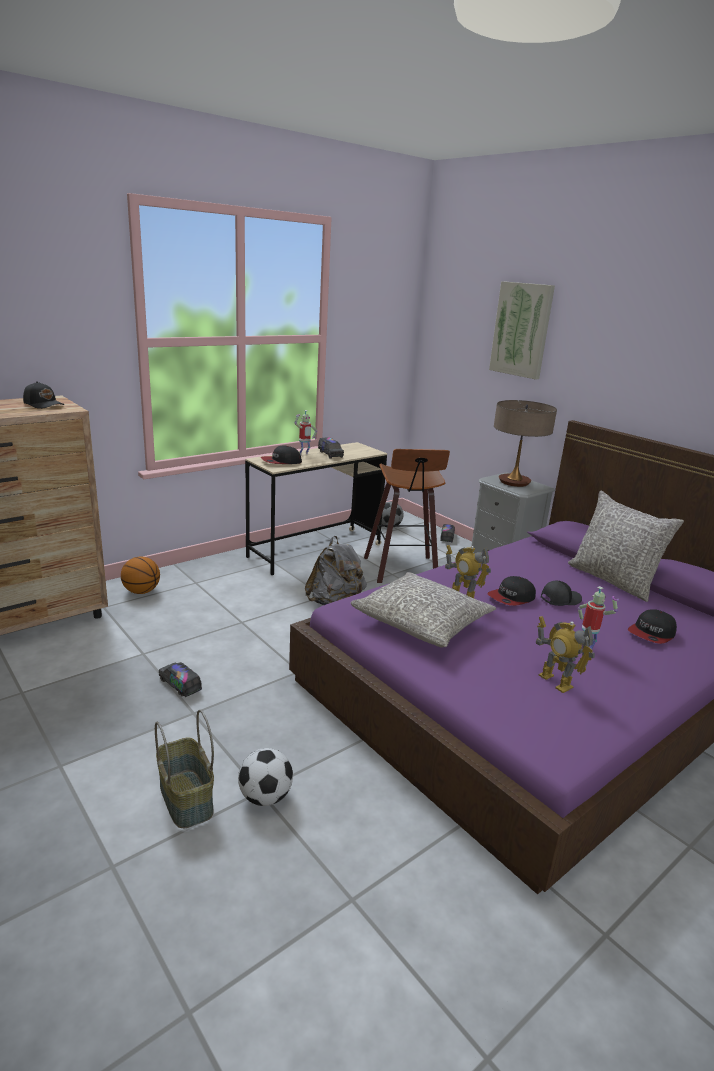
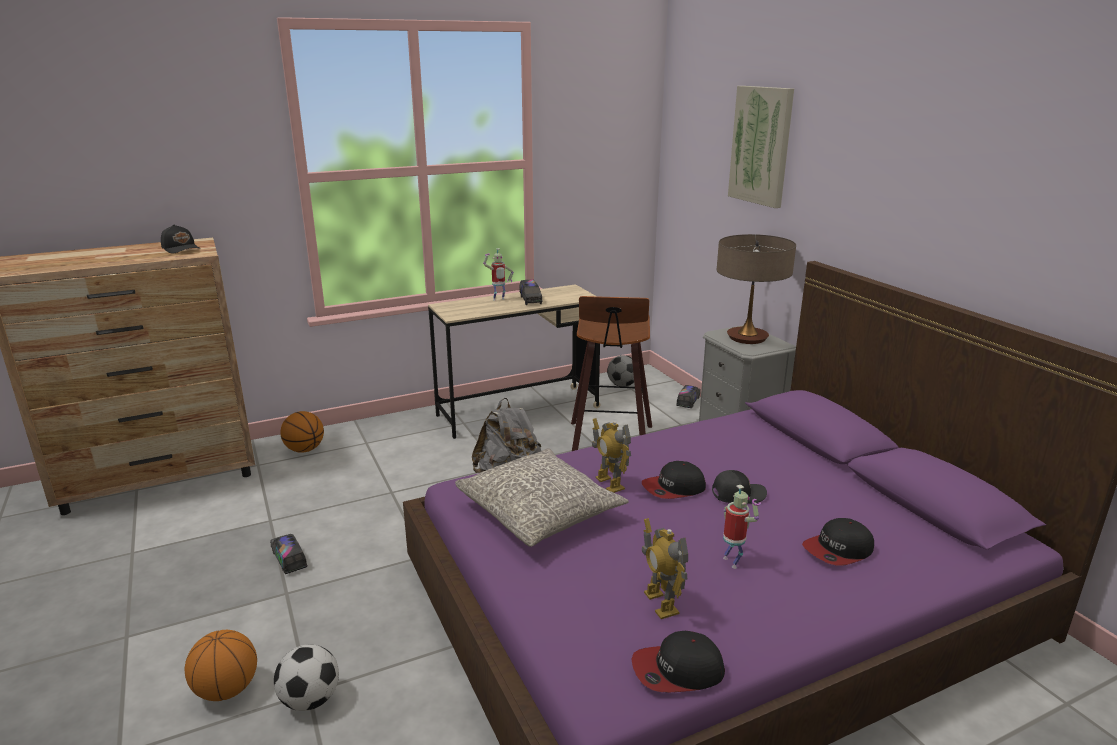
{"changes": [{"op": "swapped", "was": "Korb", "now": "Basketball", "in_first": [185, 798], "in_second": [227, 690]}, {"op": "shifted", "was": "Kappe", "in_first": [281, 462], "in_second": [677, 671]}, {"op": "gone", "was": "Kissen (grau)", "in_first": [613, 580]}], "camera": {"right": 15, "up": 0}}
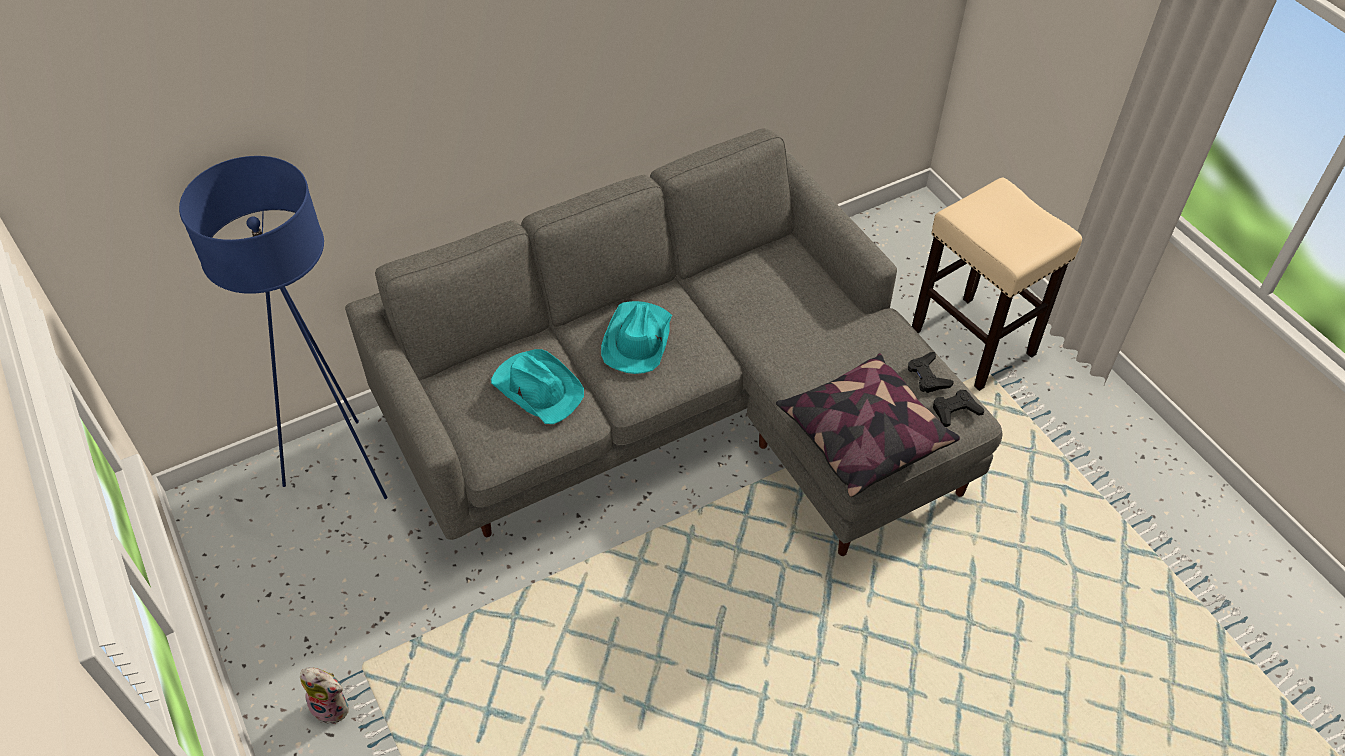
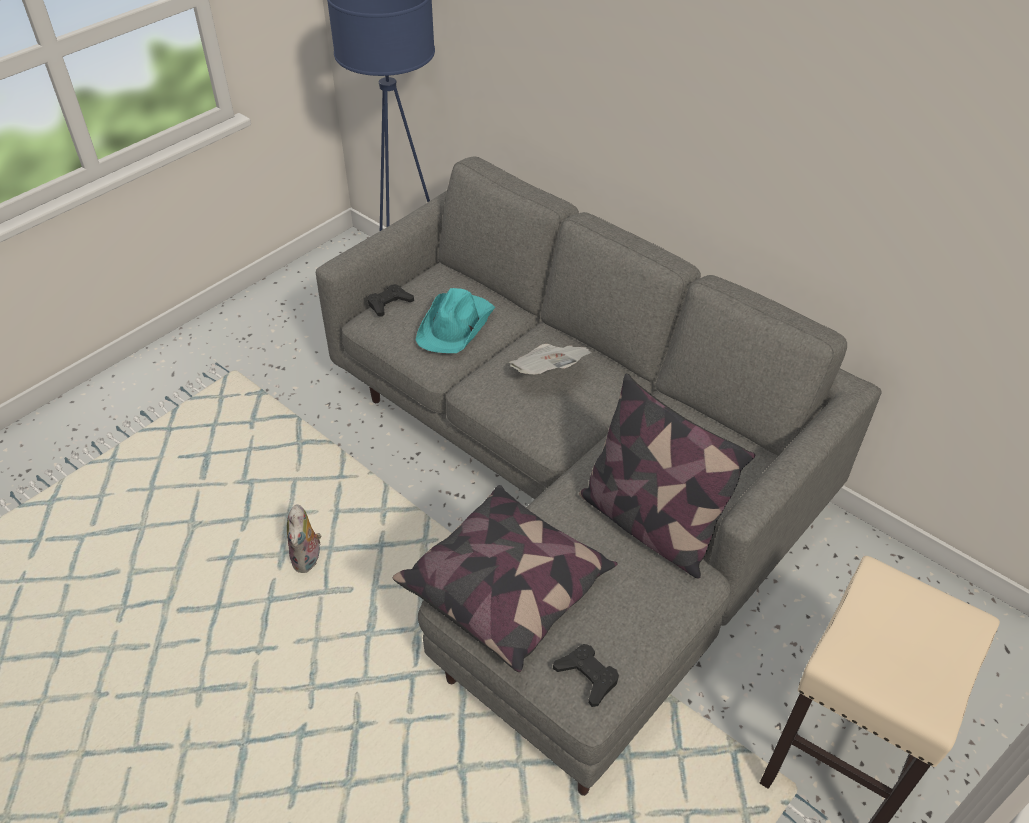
{"changes": [{"op": "shifted", "was": "Plüschtier", "in_first": [333, 706], "in_second": [308, 559]}, {"op": "shifted", "was": "Gamepad (schwarz)", "in_first": [927, 376], "in_second": [389, 303]}, {"op": "swapped", "was": "Hut (türkis)", "now": "Zeitung", "in_first": [637, 340], "in_second": [548, 373]}, {"op": "new", "now": "Kissen", "in_second": [649, 524]}], "camera": {"right": 70, "up": -5}}
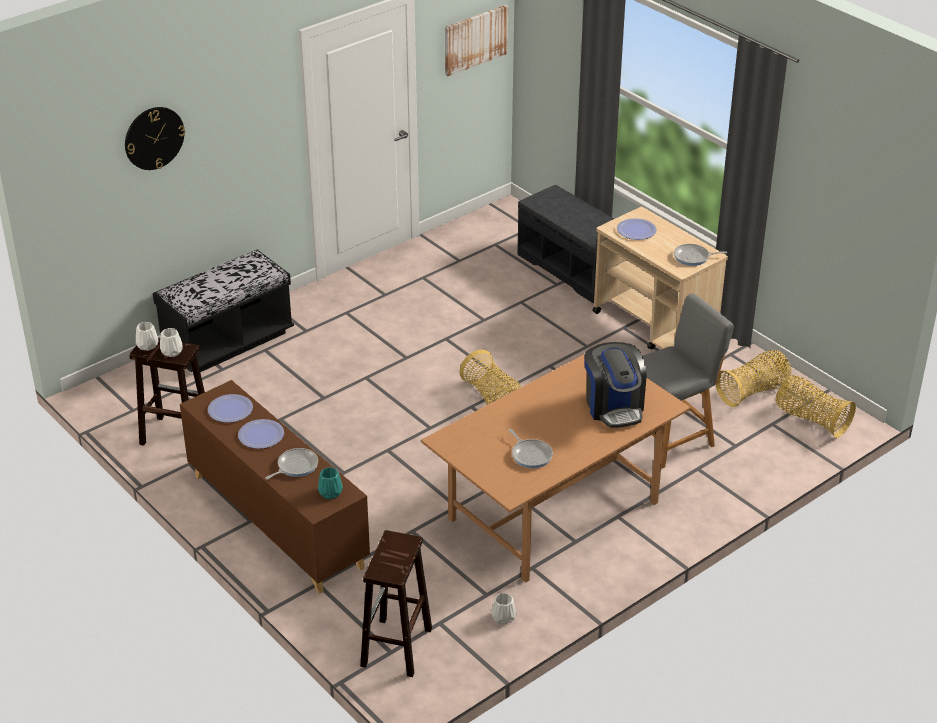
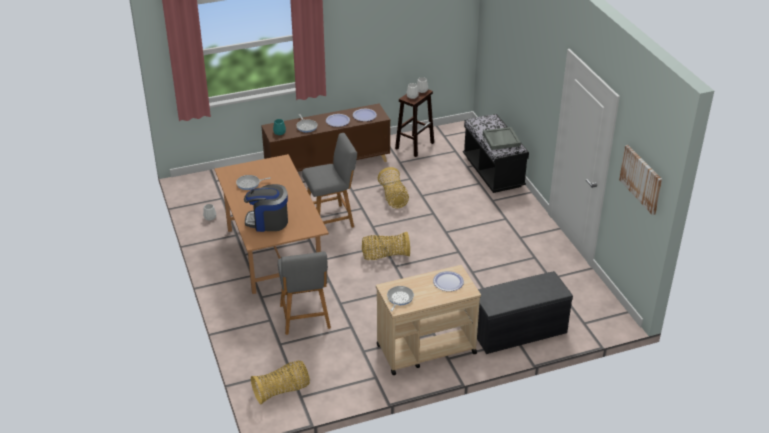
{"changes": [{"op": "new", "now": "Stuhl (grau)", "in_second": [331, 219]}, {"op": "shifted", "was": "Korb", "in_first": [753, 392], "in_second": [393, 198]}, {"op": "new", "now": "Tablett (grau)", "in_second": [501, 140]}, {"op": "gone", "was": "Wanduhr", "in_first": [154, 138]}, {"op": "gone", "was": "Hocker (braun)", "in_first": [396, 648]}], "camera": {"right": 110, "up": 0}}
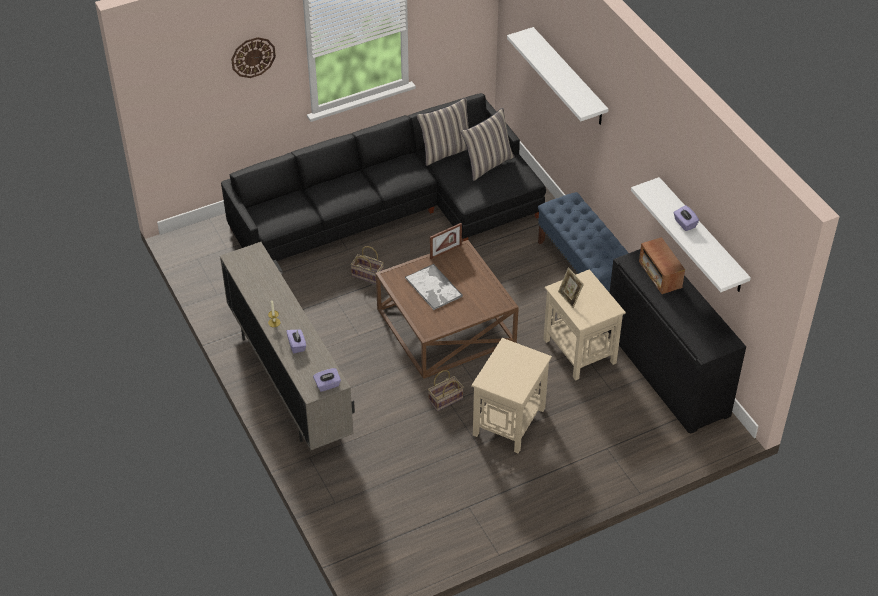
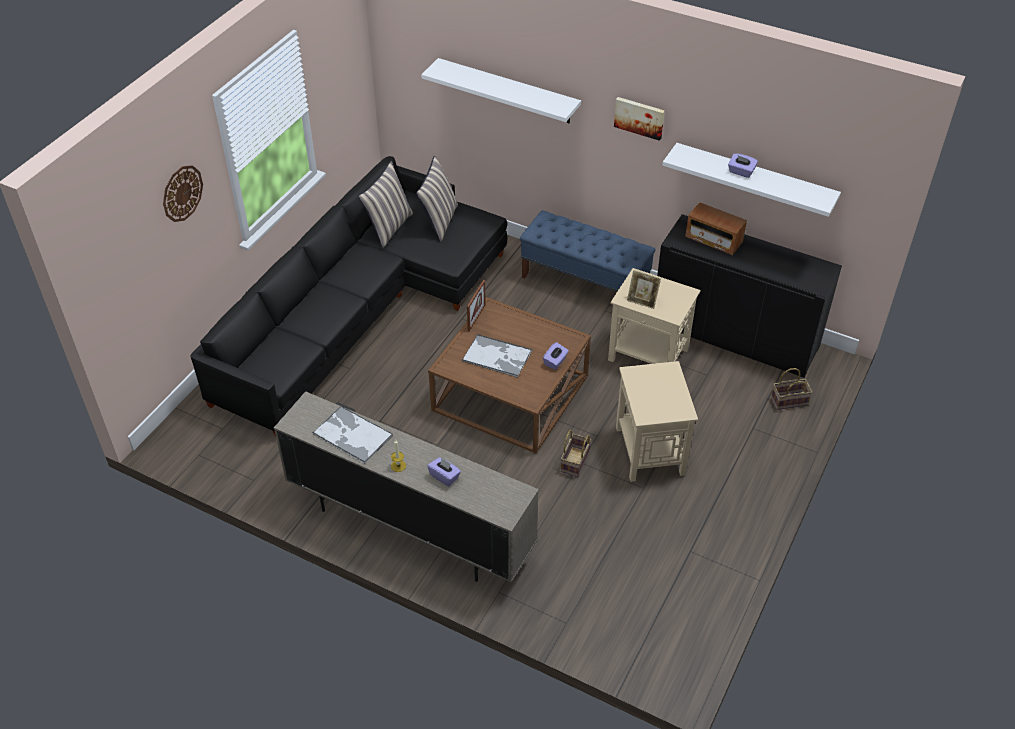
{"changes": [{"op": "new", "now": "Tablett", "in_second": [352, 435]}, {"op": "shifted", "was": "Taschentuchbox (lila)", "in_first": [327, 385], "in_second": [555, 362]}, {"op": "new", "now": "Bild", "in_second": [639, 117]}, {"op": "shifted", "was": "Korb", "in_first": [368, 275], "in_second": [789, 400]}], "camera": {"right": -35, "up": 0}}
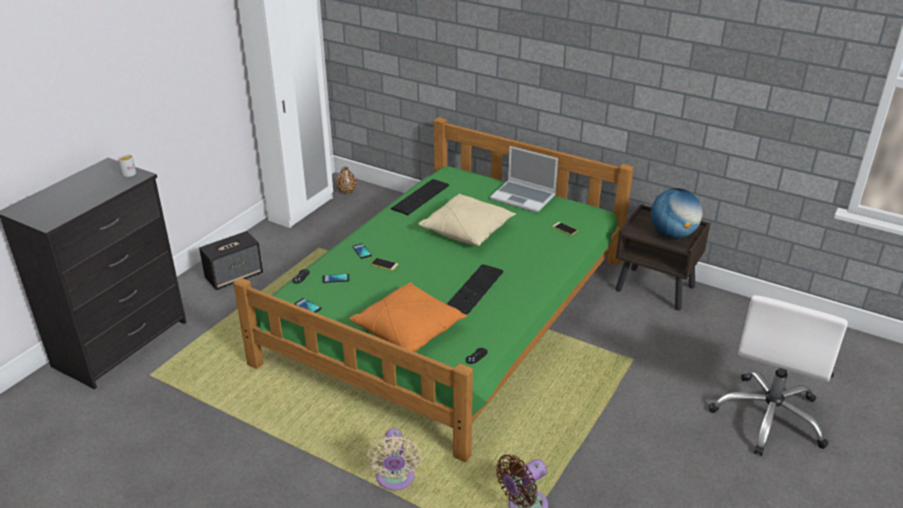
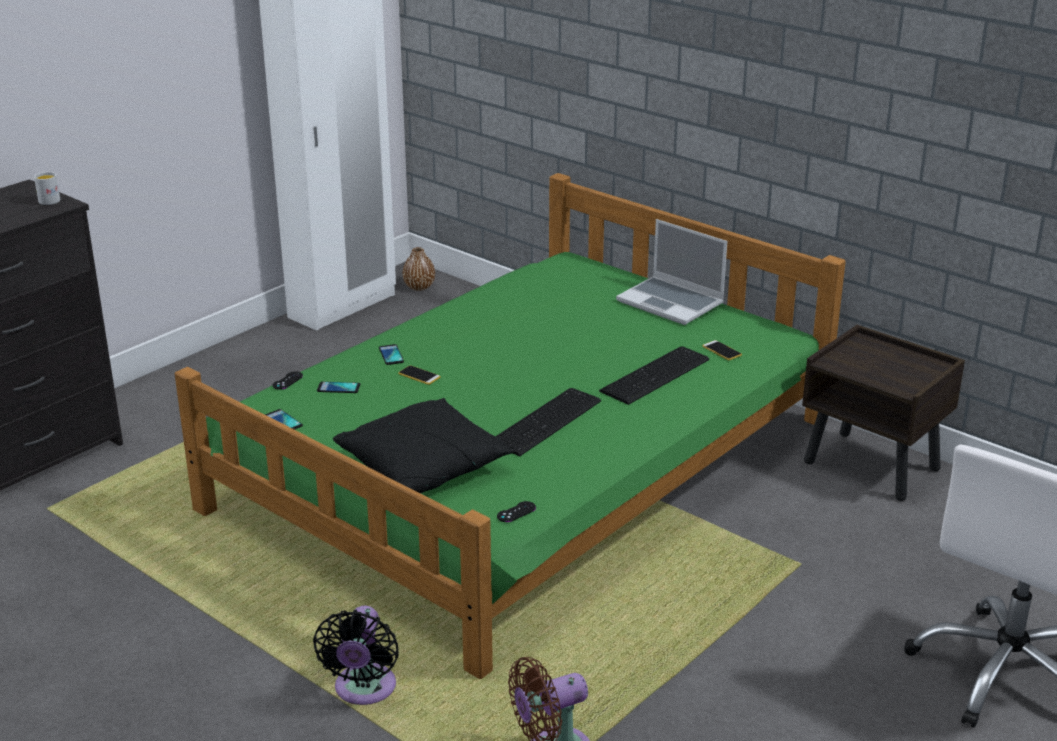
{"changes": [{"op": "repainted", "was": "Ventilator (beige)", "now": "Ventilator (schwarz)", "in_first": [395, 480], "in_second": [363, 691]}, {"op": "repainted", "was": "Kissen (orange)", "now": "Kissen (schwarz)", "in_first": [409, 330], "in_second": [424, 466]}, {"op": "shifted", "was": "Tastatur", "in_first": [422, 197], "in_second": [658, 375]}, {"op": "gone", "was": "Lautsprecher", "in_first": [234, 276]}, {"op": "gone", "was": "Kissen (beige)", "in_first": [467, 230]}, {"op": "gone", "was": "Globus", "in_first": [672, 234]}], "camera": {"right": 10, "up": -5}}
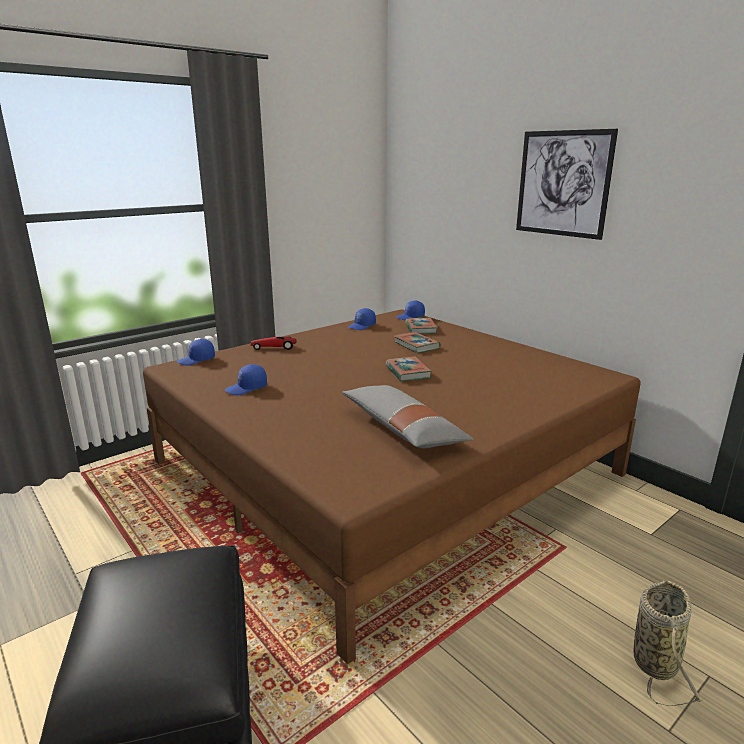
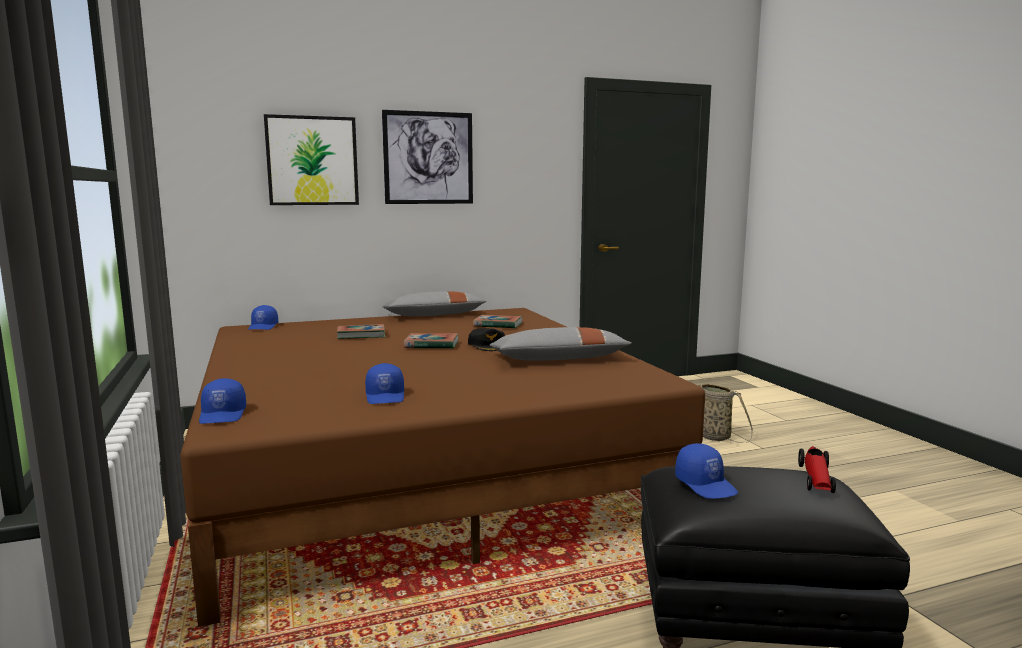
{"changes": [{"op": "new", "now": "Bild", "in_second": [312, 161]}, {"op": "new", "now": "Kissen (grau)", "in_second": [434, 315]}, {"op": "new", "now": "Kappe (schwarz)", "in_second": [488, 345]}, {"op": "shifted", "was": "Buch", "in_first": [420, 329], "in_second": [498, 325]}, {"op": "shifted", "was": "Kappe (blau)", "in_first": [362, 326], "in_second": [706, 485]}, {"op": "shifted", "was": "Spielzeugauto", "in_first": [274, 348], "in_second": [816, 478]}], "camera": {"right": -70, "up": -10}}
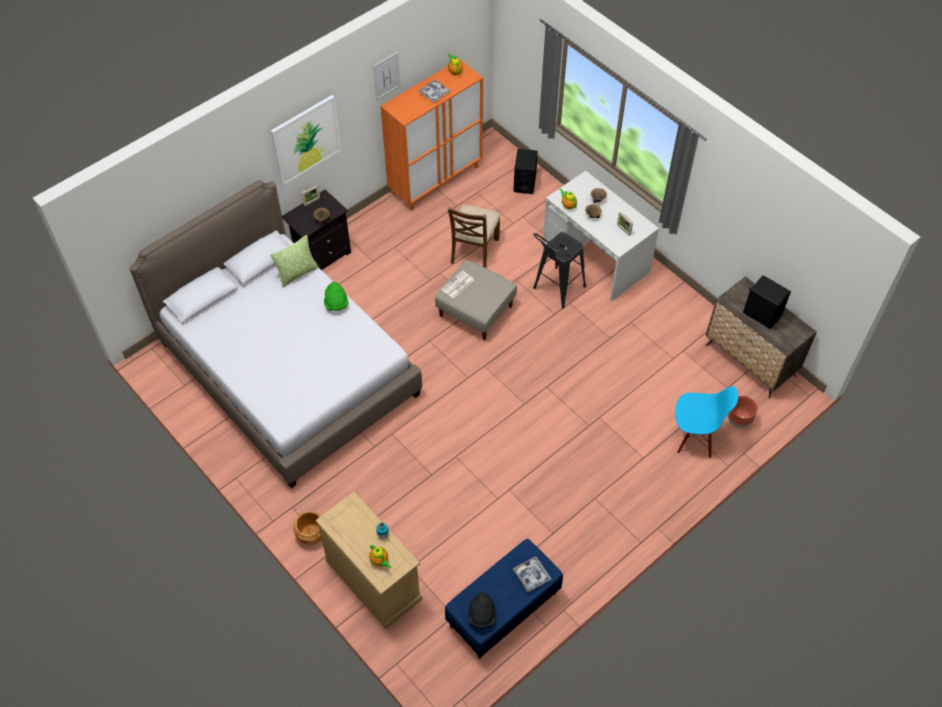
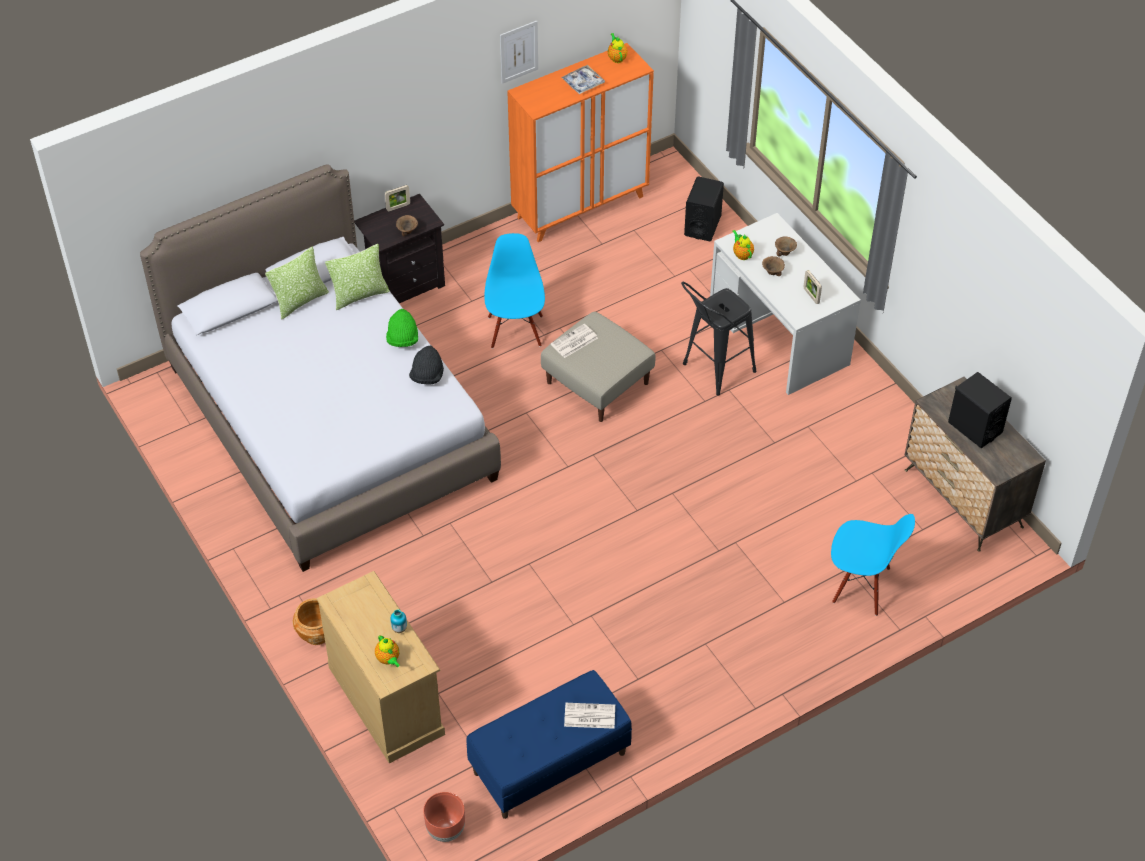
{"changes": [{"op": "new", "now": "Kissen", "in_second": [300, 301]}, {"op": "shifted", "was": "Hut (schwarz)", "in_first": [482, 615], "in_second": [427, 376]}, {"op": "shifted", "was": "Pflanzkübel (braun)", "in_first": [739, 421], "in_second": [446, 829]}, {"op": "new", "now": "Stuhl (blau)", "in_second": [515, 331]}, {"op": "swapped", "was": "Tablett", "now": "Zeitung", "in_first": [532, 575], "in_second": [589, 716]}, {"op": "gone", "was": "Bild", "in_first": [306, 139]}, {"op": "gone", "was": "Stuhl (braun)", "in_first": [474, 250]}], "camera": {"right": 10, "up": -5}}
